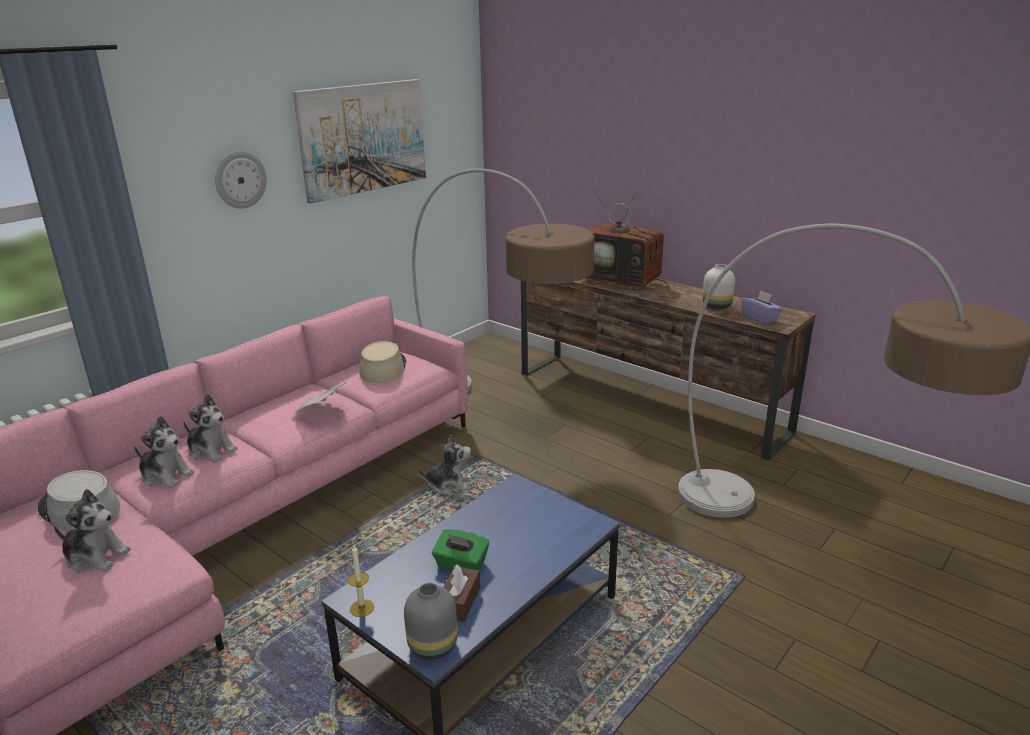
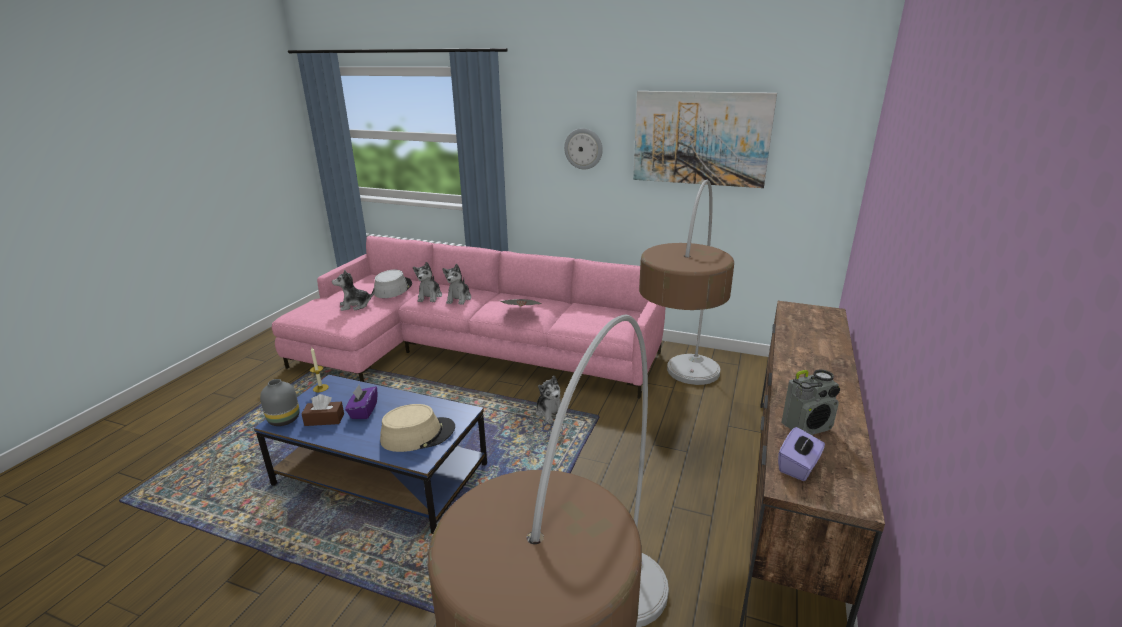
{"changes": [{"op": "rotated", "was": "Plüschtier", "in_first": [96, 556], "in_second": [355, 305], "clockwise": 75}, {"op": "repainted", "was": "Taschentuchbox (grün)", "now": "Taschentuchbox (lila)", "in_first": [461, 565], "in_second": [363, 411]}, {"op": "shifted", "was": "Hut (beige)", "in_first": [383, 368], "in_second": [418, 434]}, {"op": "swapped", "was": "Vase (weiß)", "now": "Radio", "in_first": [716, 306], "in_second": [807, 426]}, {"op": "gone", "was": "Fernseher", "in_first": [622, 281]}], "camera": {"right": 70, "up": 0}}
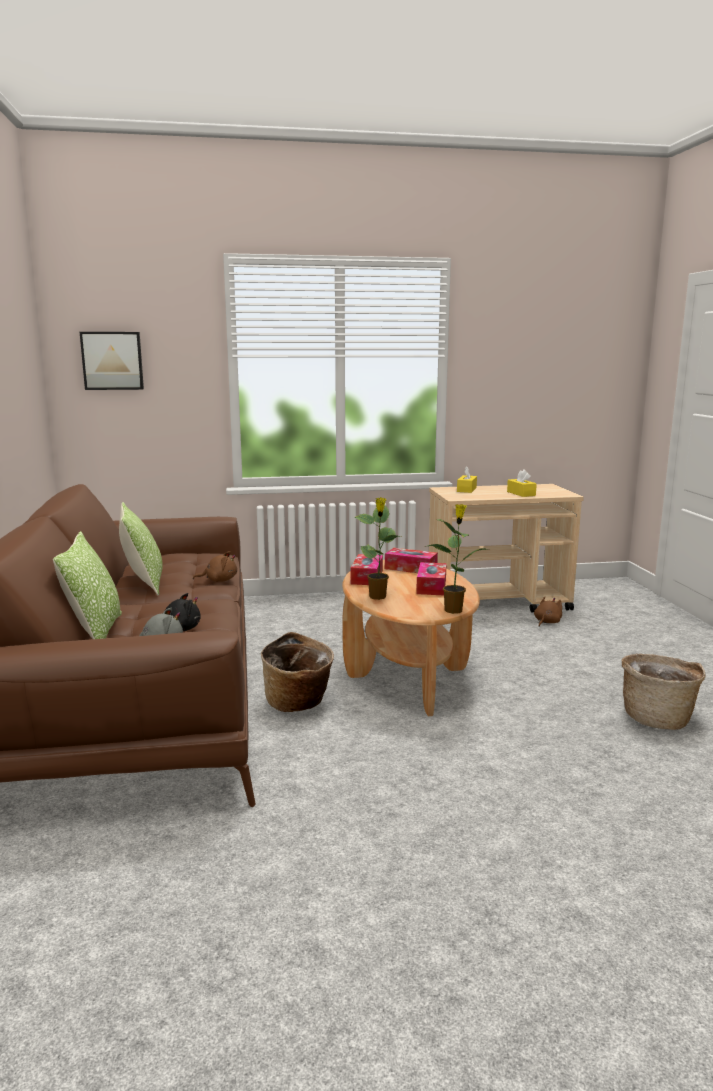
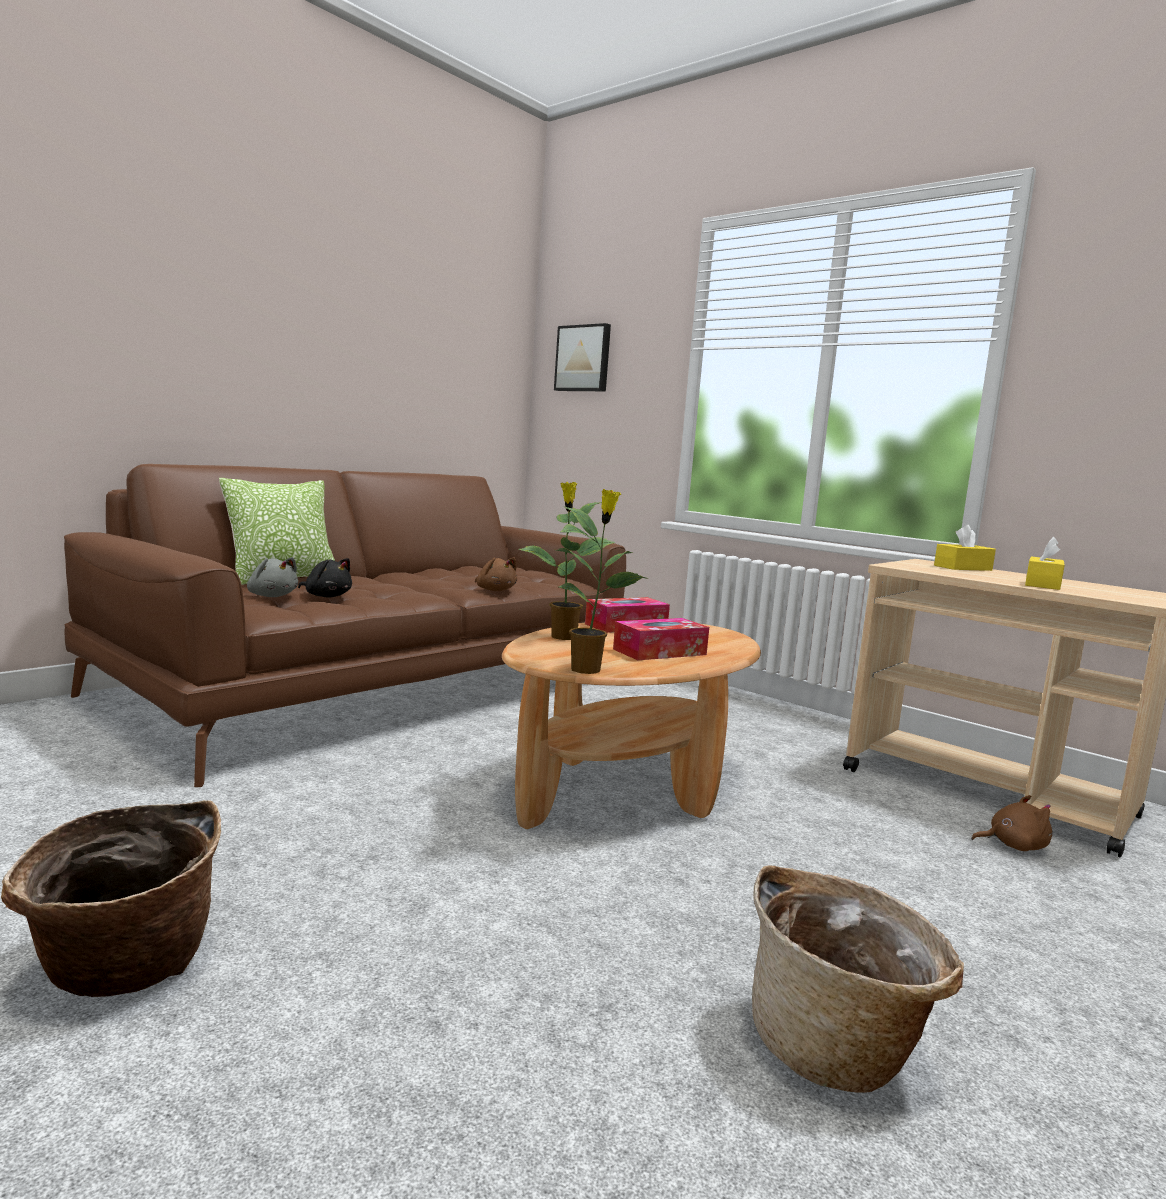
{"changes": [{"op": "shifted", "was": "Korb", "in_first": [298, 703], "in_second": [122, 970]}, {"op": "gone", "was": "Kissen", "in_first": [143, 583]}, {"op": "gone", "was": "Taschentuchbox", "in_first": [410, 568]}], "camera": {"right": 50, "up": -5}}
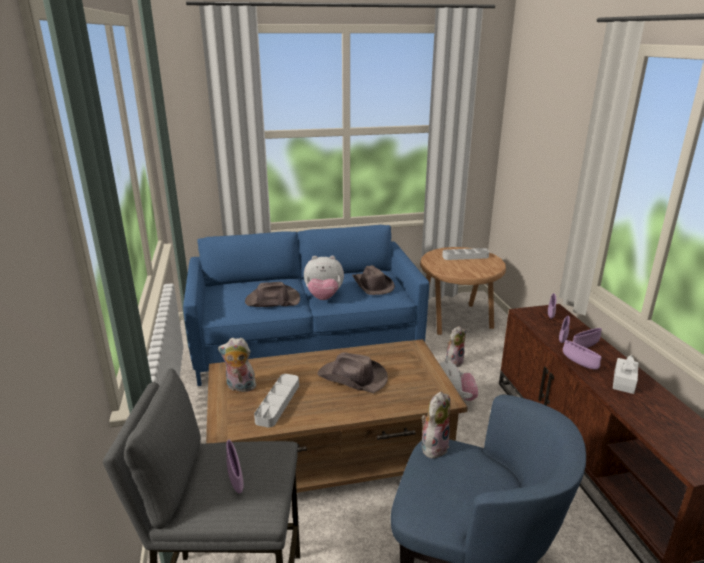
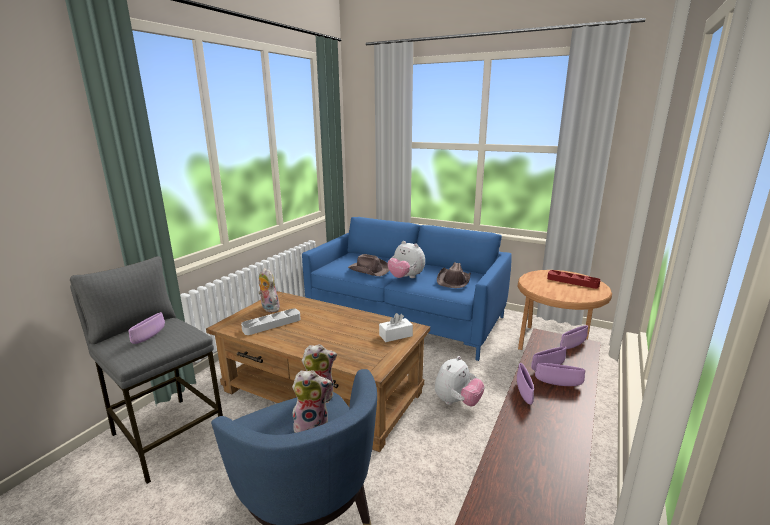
{"changes": [{"op": "shifted", "was": "Plüschtier", "in_first": [454, 362], "in_second": [312, 426]}, {"op": "shifted", "was": "Taschentuchbox (weiß)", "in_first": [624, 382], "in_second": [395, 335]}, {"op": "repainted", "was": "Tablett (weiß)", "now": "Tablett (rot)", "in_first": [465, 256], "in_second": [572, 282]}, {"op": "gone", "was": "Hut (braun)", "in_first": [353, 378]}], "camera": {"right": 40, "up": -5}}
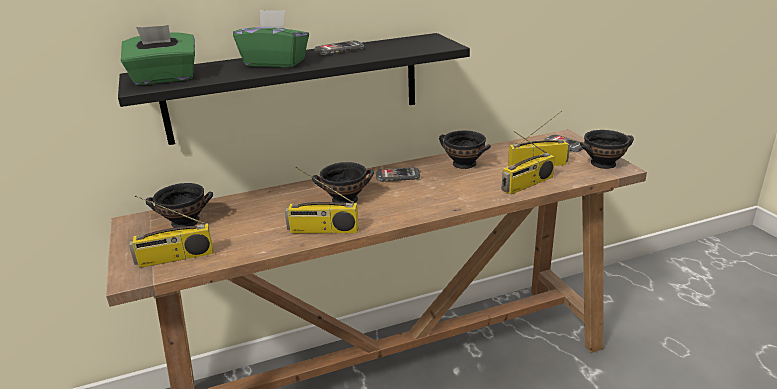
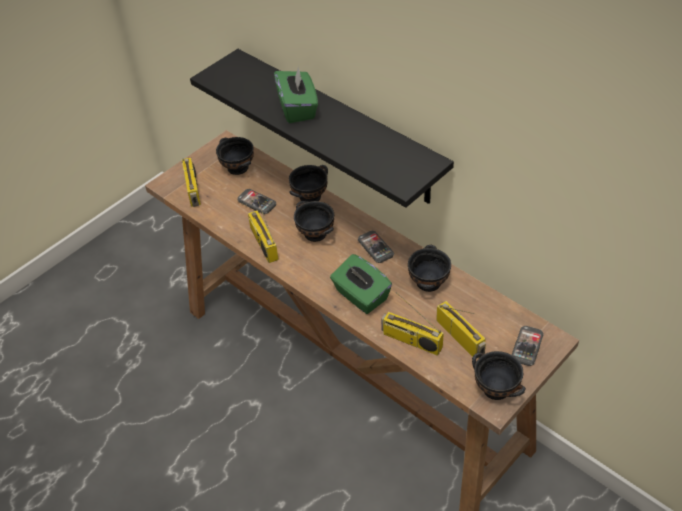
{"changes": [{"op": "rotated", "was": "Radio", "in_first": [174, 258], "in_second": [193, 189], "clockwise": -150}, {"op": "shifted", "was": "Handy", "in_first": [339, 50], "in_second": [257, 202]}, {"op": "new", "now": "Schüssel (schwarz)", "in_second": [311, 196]}, {"op": "shifted", "was": "Taschentuchbox (grün)", "in_first": [164, 78], "in_second": [361, 296]}], "camera": {"right": 65, "up": 20}}
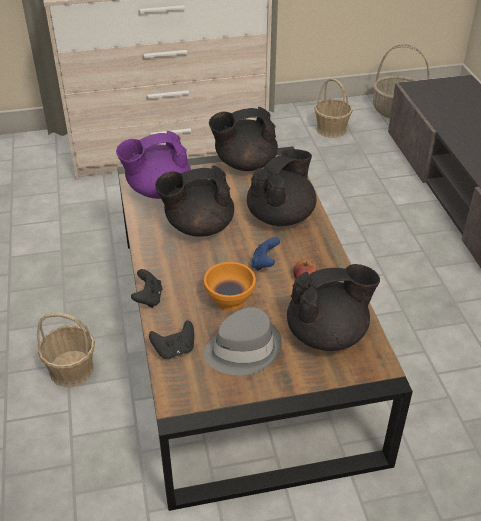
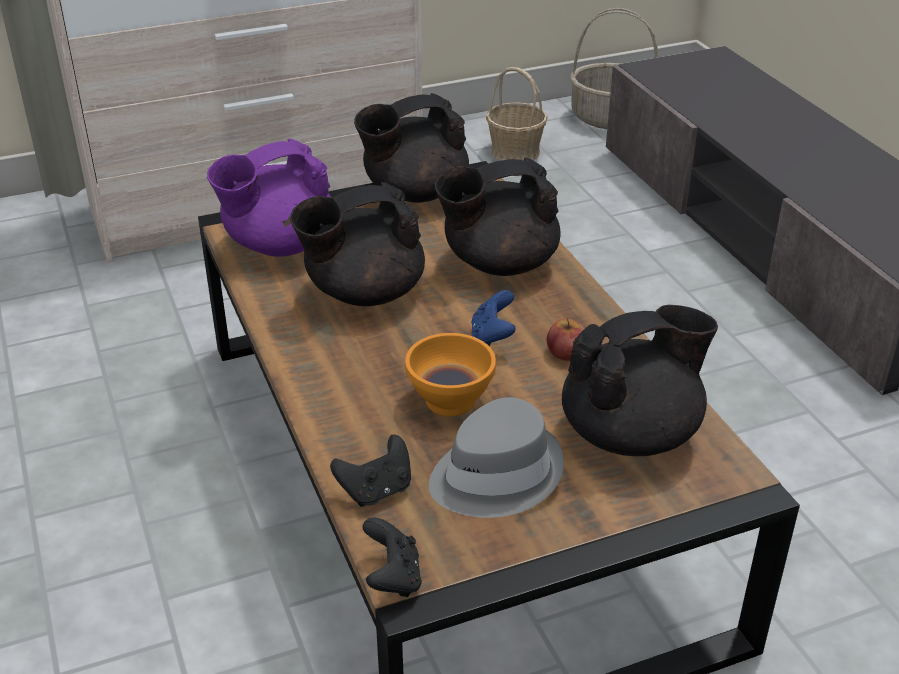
{"changes": [{"op": "shifted", "was": "Gamepad (schwarz)", "in_first": [148, 298], "in_second": [393, 578]}, {"op": "rotated", "was": "Teekanne (schwarz)", "in_first": [281, 216], "in_second": [498, 263], "clockwise": -135}, {"op": "gone", "was": "Korb", "in_first": [71, 369]}], "camera": {"right": -10, "up": -5}}
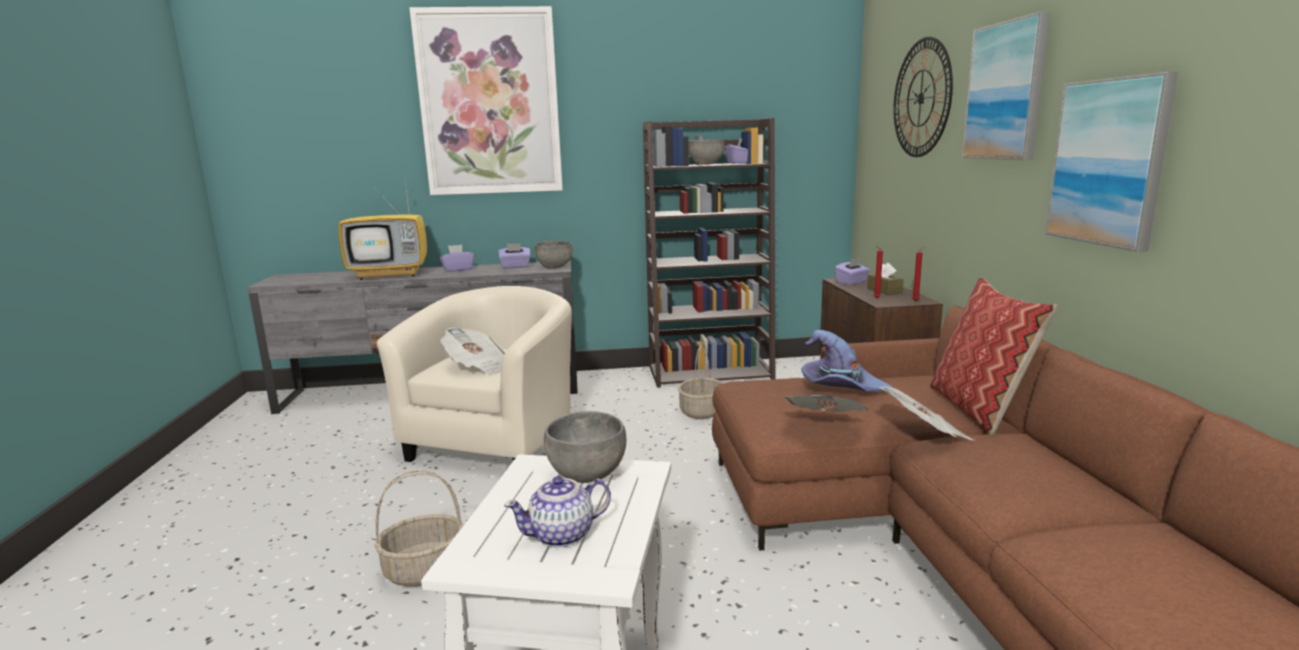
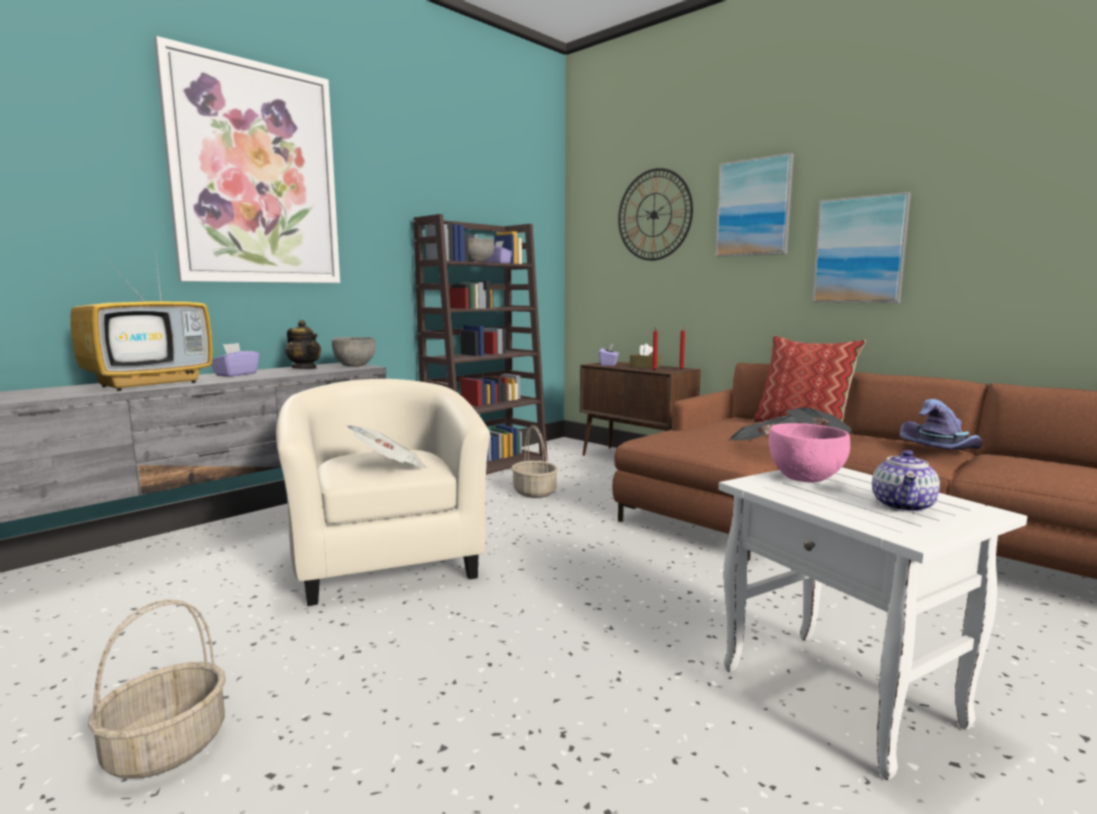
{"changes": [{"op": "shifted", "was": "Korb", "in_first": [425, 569], "in_second": [167, 747]}, {"op": "swapped", "was": "Taschentuchbox (lila)", "now": "Teekanne", "in_first": [515, 267], "in_second": [304, 368]}, {"op": "repainted", "was": "Schüssel (grau)", "now": "Schüssel (rosa)", "in_first": [586, 475], "in_second": [805, 478]}, {"op": "shifted", "was": "Hut (lila)", "in_first": [841, 387], "in_second": [940, 452]}], "camera": {"right": -40, "up": -5}}
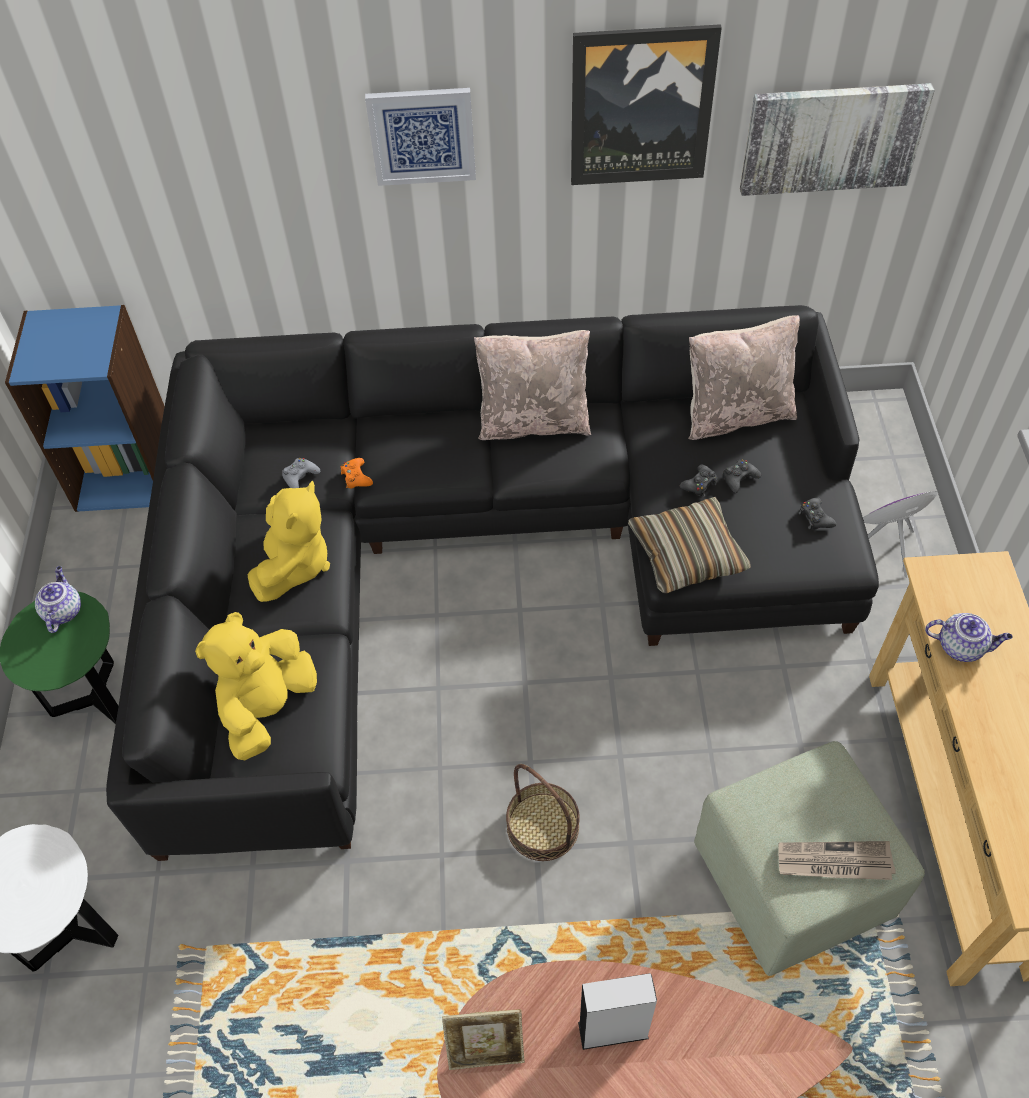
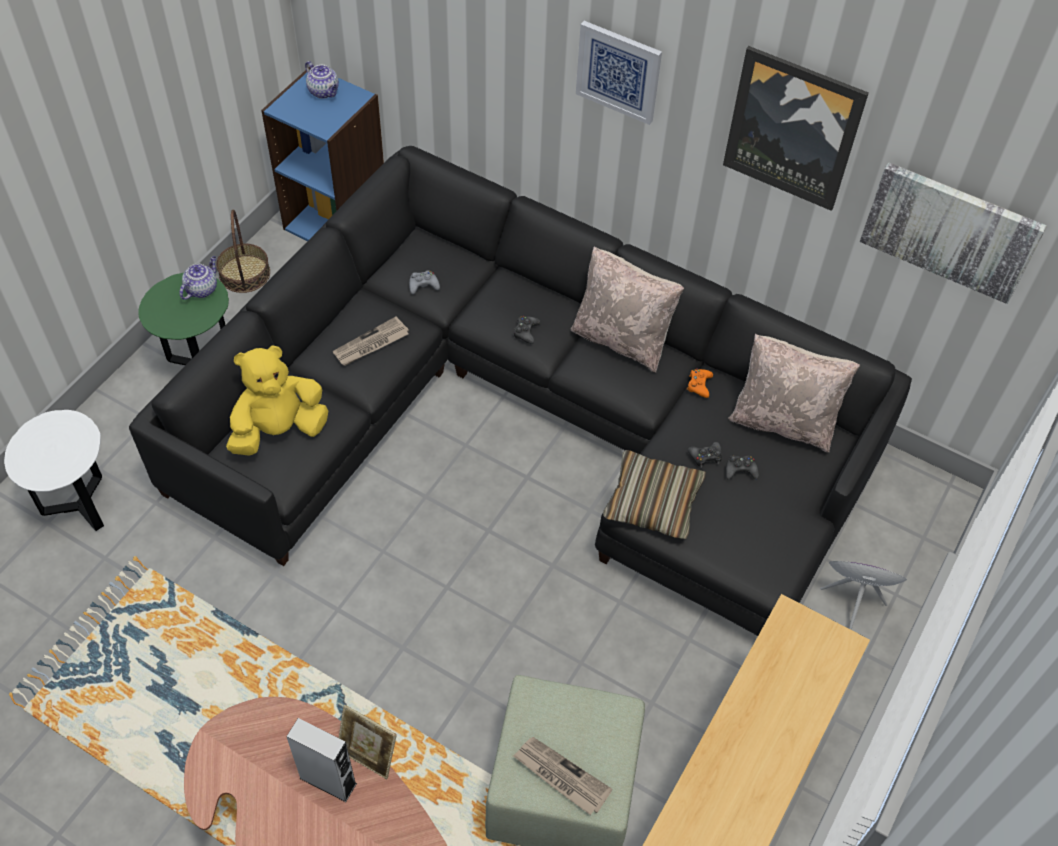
{"changes": [{"op": "shifted", "was": "Korb", "in_first": [543, 826], "in_second": [245, 274]}, {"op": "shifted", "was": "Teekanne", "in_first": [961, 646], "in_second": [324, 92]}, {"op": "swapped", "was": "Plüschtier (gelb)", "now": "Zeitung", "in_first": [294, 564], "in_second": [371, 344]}, {"op": "shifted", "was": "Bilderrahmen", "in_first": [486, 1050], "in_second": [368, 755]}, {"op": "shifted", "was": "Gamepad (schwarz)", "in_first": [815, 518], "in_second": [526, 332]}, {"op": "shifted", "was": "Gamepad (orange)", "in_first": [356, 477], "in_second": [699, 385]}], "camera": {"right": 30, "up": 0}}
